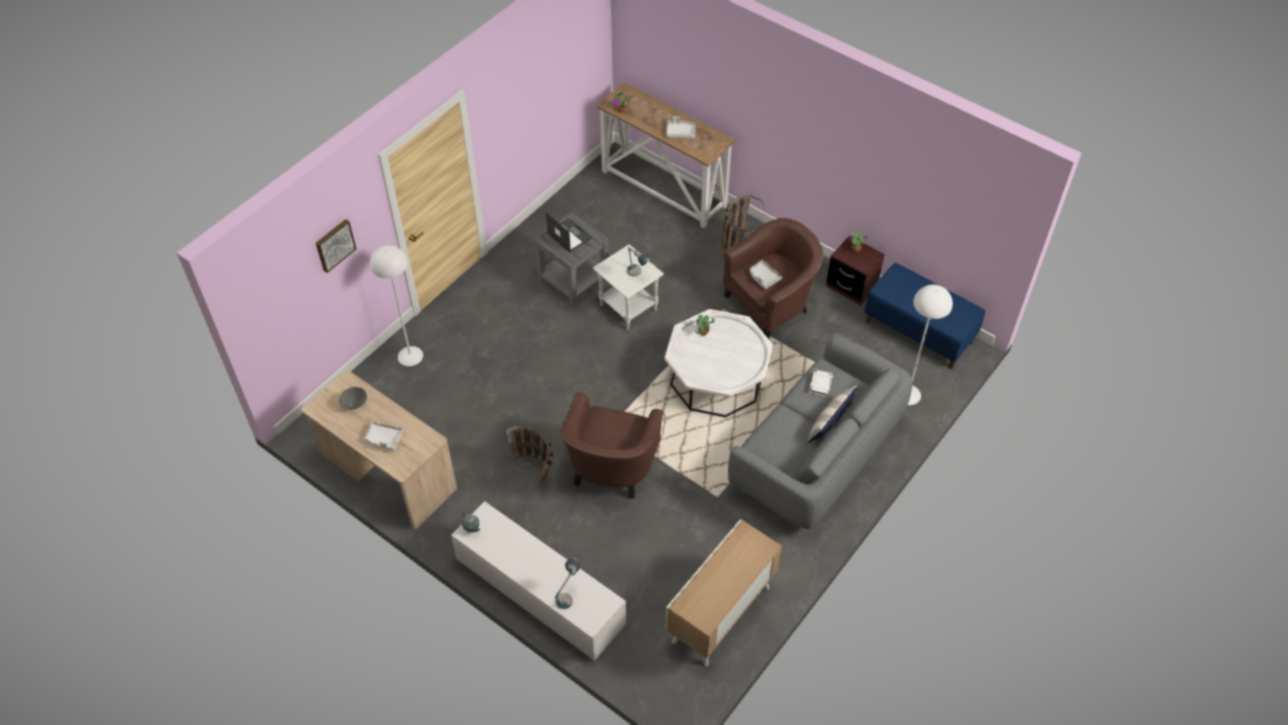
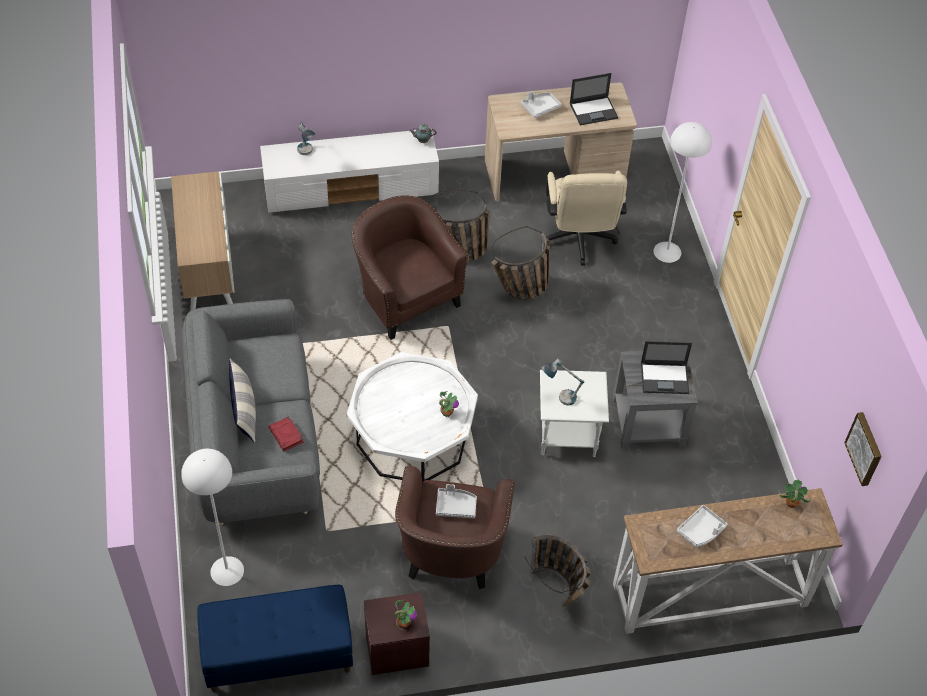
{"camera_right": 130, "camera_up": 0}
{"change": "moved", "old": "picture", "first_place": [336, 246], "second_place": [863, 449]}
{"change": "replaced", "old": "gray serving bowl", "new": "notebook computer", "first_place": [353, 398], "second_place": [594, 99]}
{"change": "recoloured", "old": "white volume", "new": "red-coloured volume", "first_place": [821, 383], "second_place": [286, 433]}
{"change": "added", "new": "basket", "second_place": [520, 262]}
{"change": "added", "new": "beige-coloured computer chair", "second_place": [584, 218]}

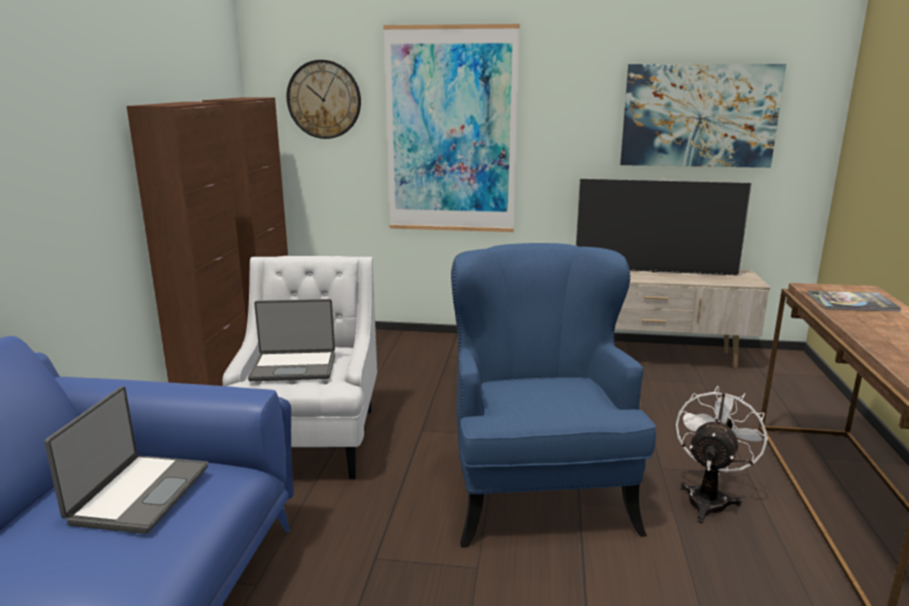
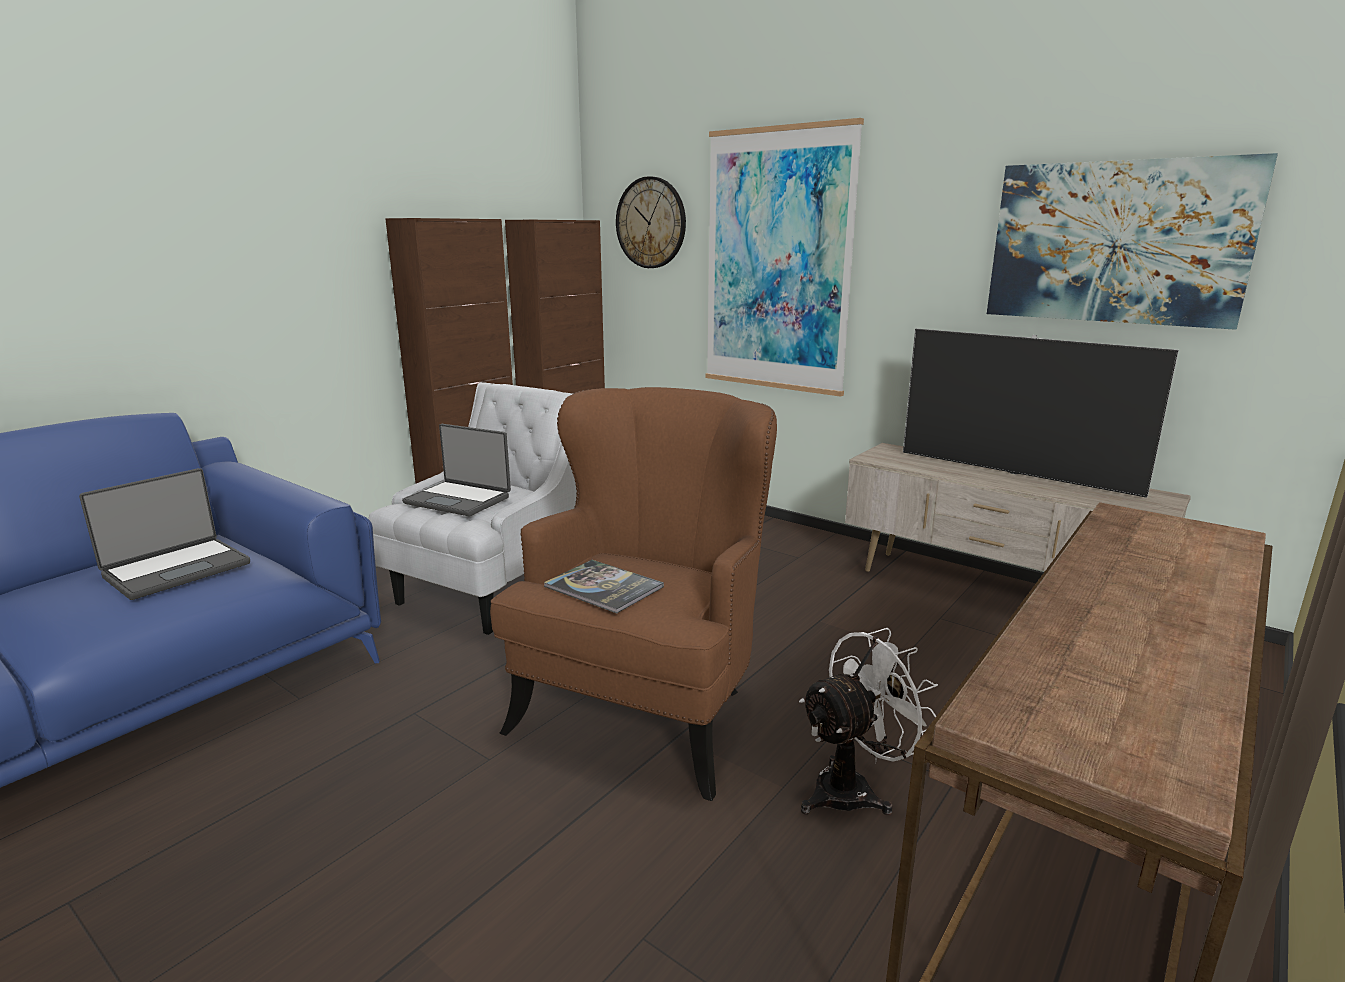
{"camera_right": 30, "camera_up": 0}
{"change": "recoloured", "old": "bluish lounge chair", "new": "brown lounge chair", "first_place": [553, 395], "second_place": [633, 594]}
{"change": "moved", "old": "volume", "first_place": [854, 301], "second_place": [604, 586]}

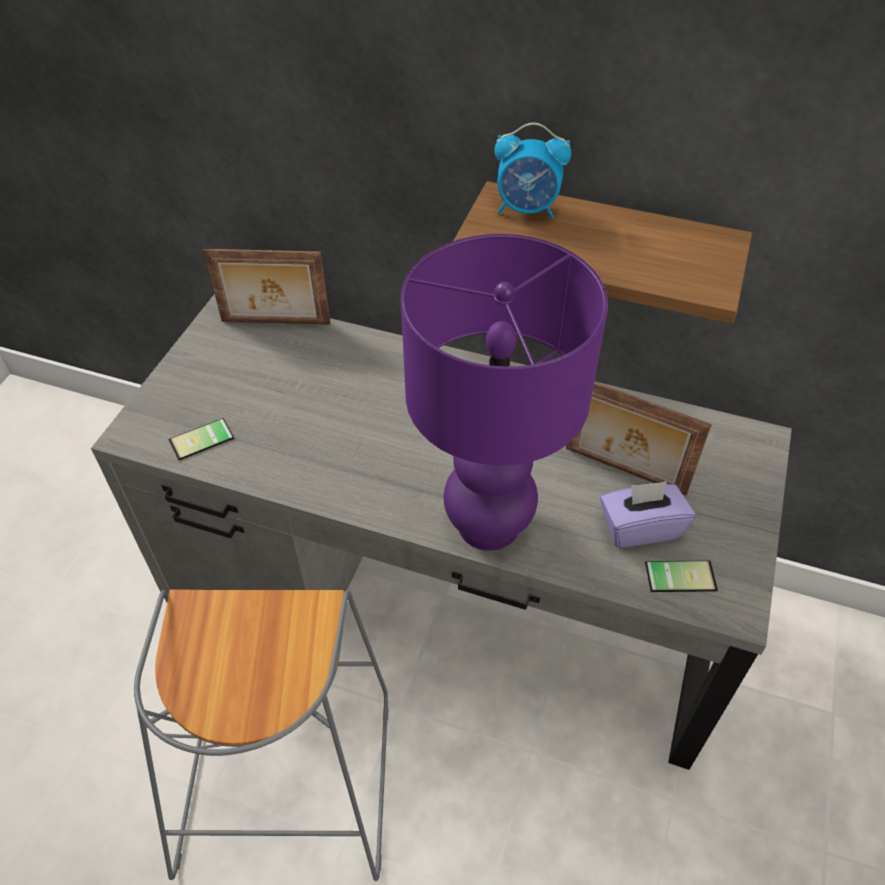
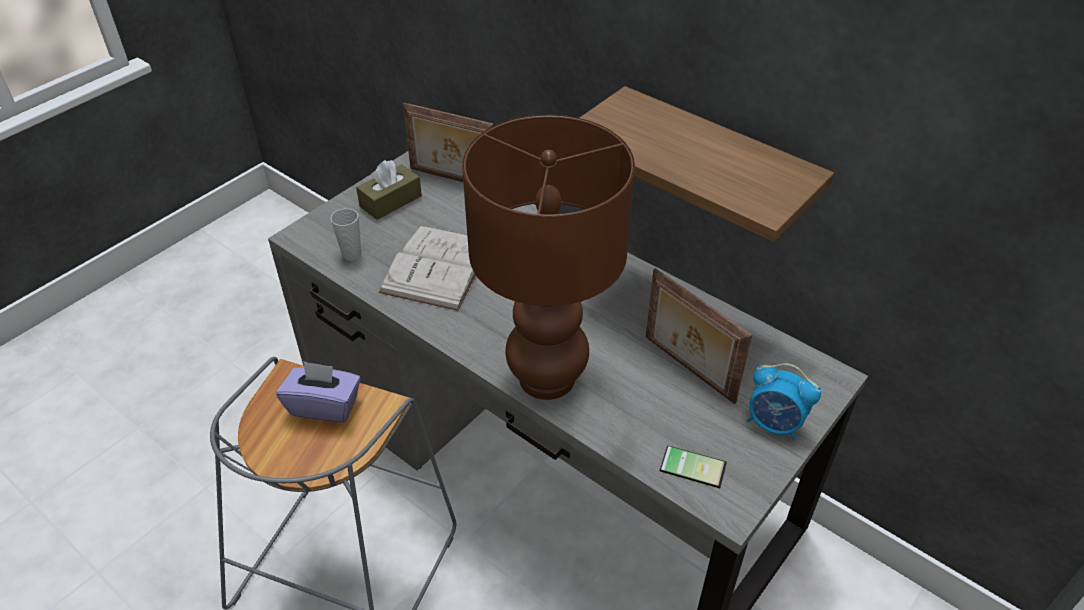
{"camera_right": 20, "camera_up": -5}
{"change": "replaced", "old": "telephone", "new": "drinking cup", "first_place": [201, 439], "second_place": [345, 234]}
{"change": "recoloured", "old": "purple lamp for a table", "new": "brown lamp for a table", "first_place": [504, 392], "second_place": [548, 257]}
{"change": "moved", "old": "bedside clock", "first_place": [533, 170], "second_place": [783, 401]}
{"change": "moved", "old": "purple box of tissues", "first_place": [647, 514], "second_place": [318, 392]}
{"change": "added", "new": "brown box of tissues", "second_place": [389, 190]}
{"change": "added", "new": "white volume", "second_place": [427, 268]}

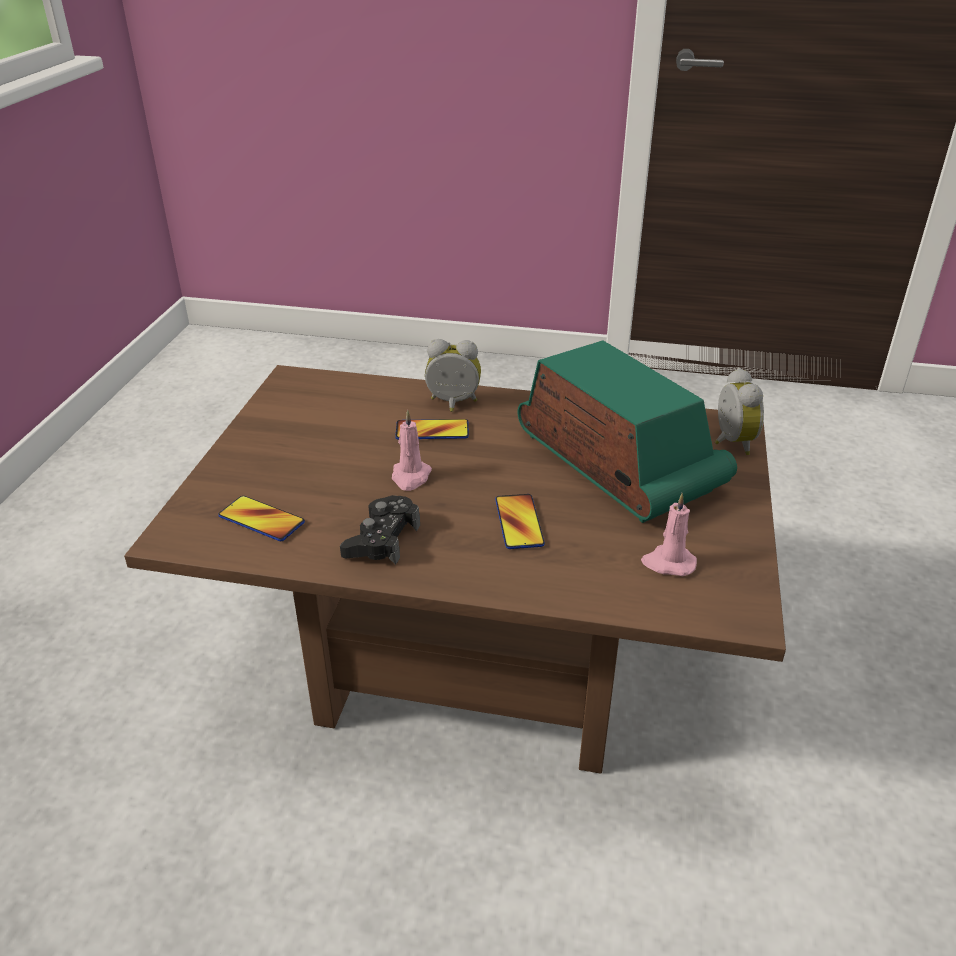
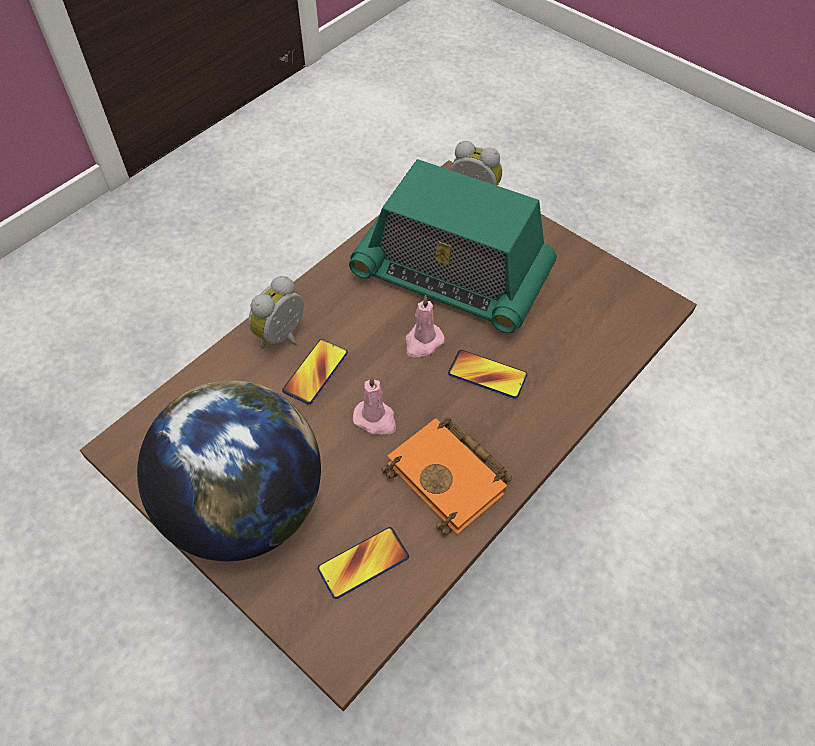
{"camera_right": -60, "camera_up": 20}
{"change": "replaced", "old": "black-coloured joypad", "new": "orange-coloured volume", "first_place": [380, 530], "second_place": [446, 476]}
{"change": "turned", "old": "radio receiver", "first_place": [627, 432], "second_place": [453, 246], "degrees": -150}
{"change": "moved", "old": "pinkish candle", "first_place": [669, 534], "second_place": [425, 326]}
{"change": "added", "new": "world globe", "second_place": [229, 470]}

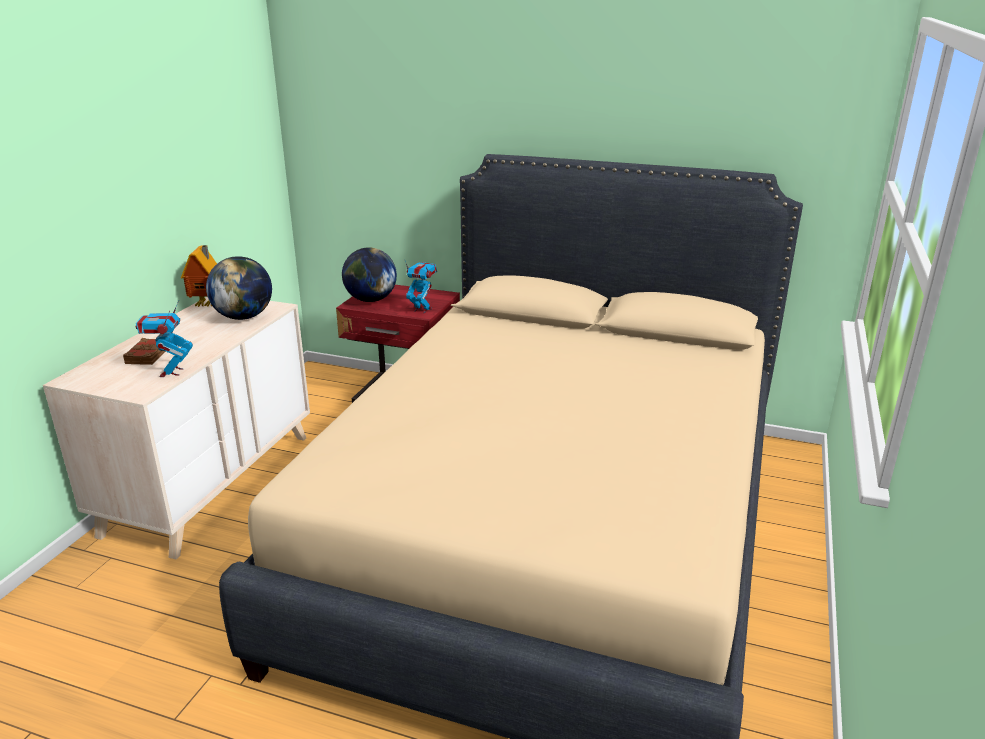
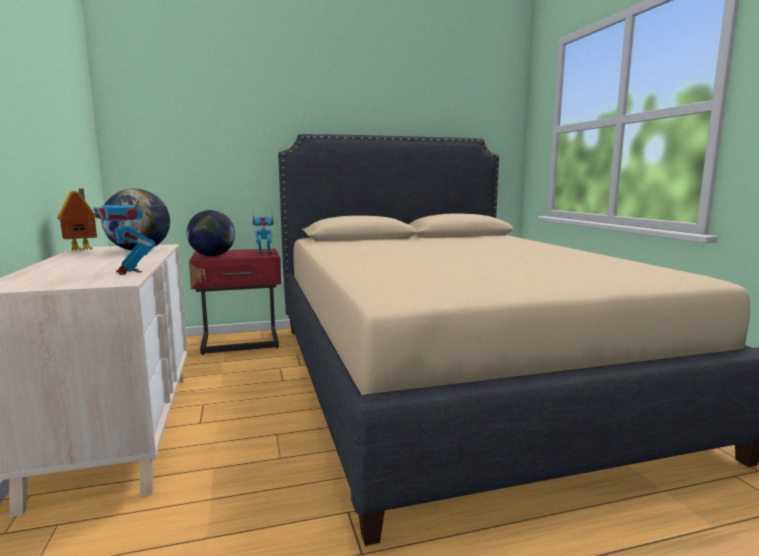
{"camera_right": -35, "camera_up": -15}
{"change": "removed", "old": "brown volume", "first_place": [144, 351]}

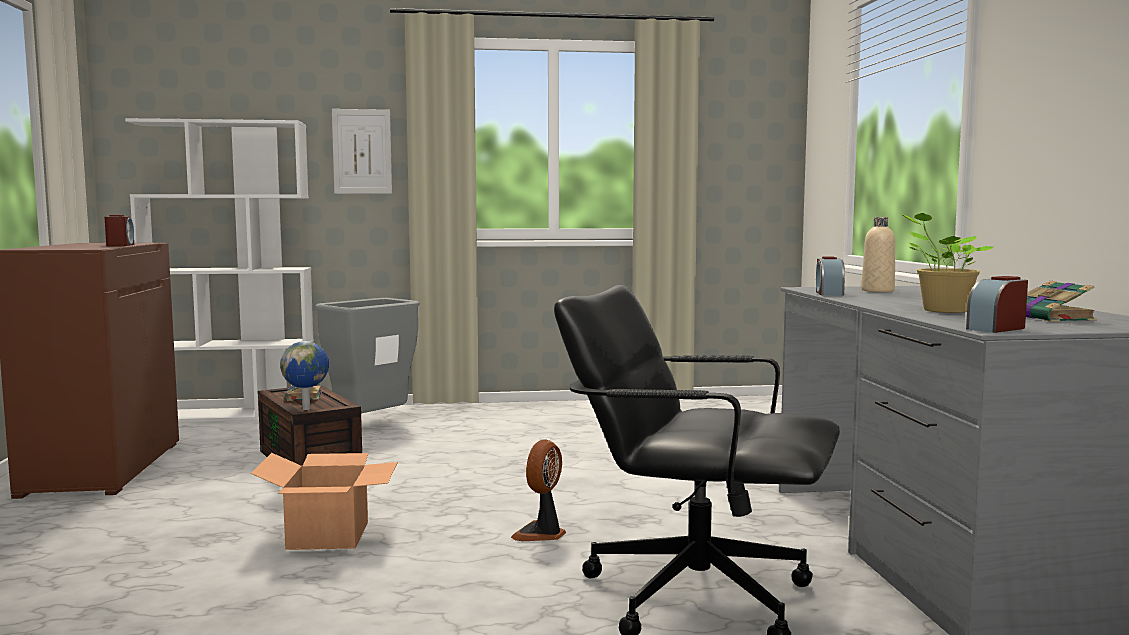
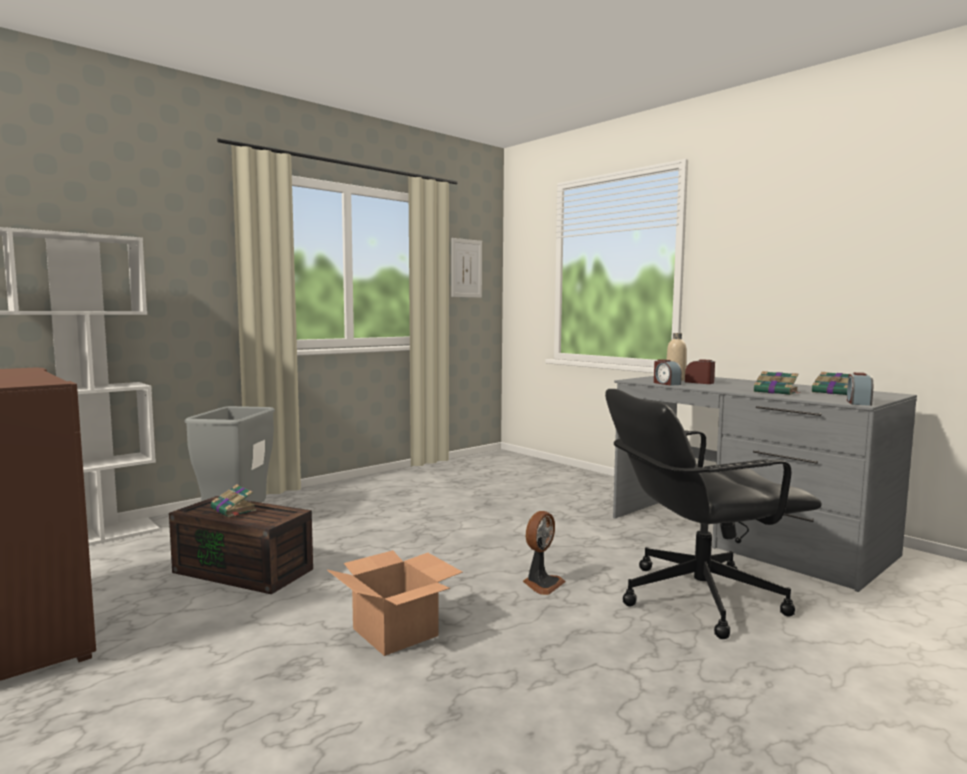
{"camera_right": -35, "camera_up": 0}
{"change": "moved", "old": "bedside clock", "first_place": [119, 230], "second_place": [700, 371]}
{"change": "removed", "old": "world globe", "first_place": [304, 375]}
{"change": "moved", "old": "picture", "first_place": [362, 151], "second_place": [467, 268]}
{"change": "turned", "old": "cooling fan", "first_place": [538, 490], "second_place": [544, 553], "degrees": -135}
{"change": "replaced", "old": "potted plant", "new": "volume", "first_place": [946, 263], "second_place": [777, 383]}

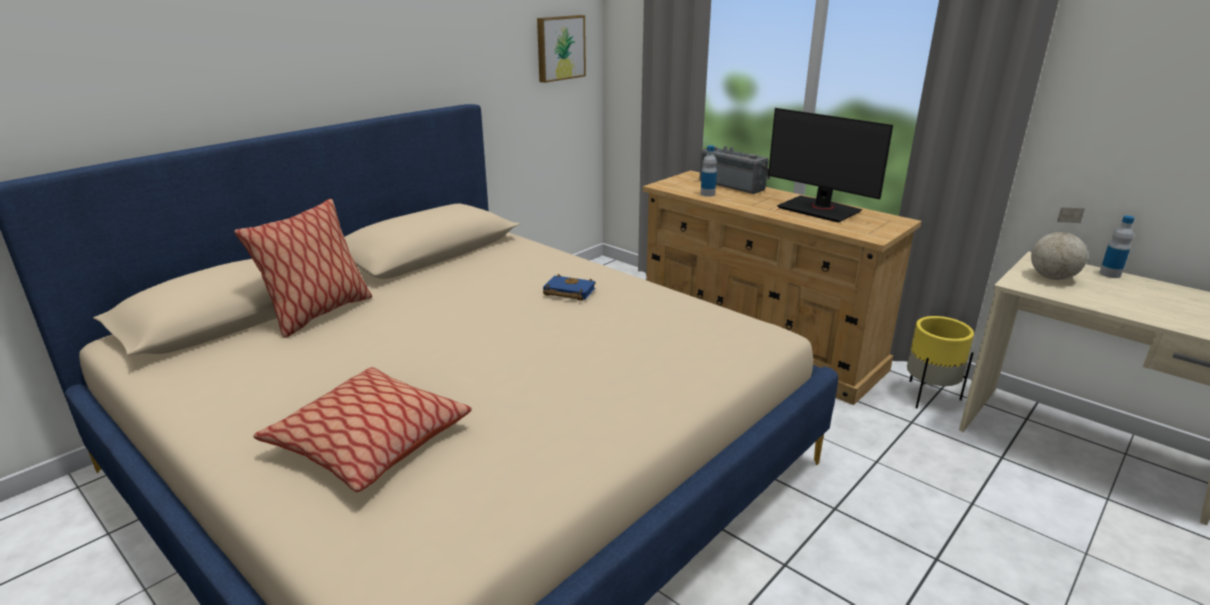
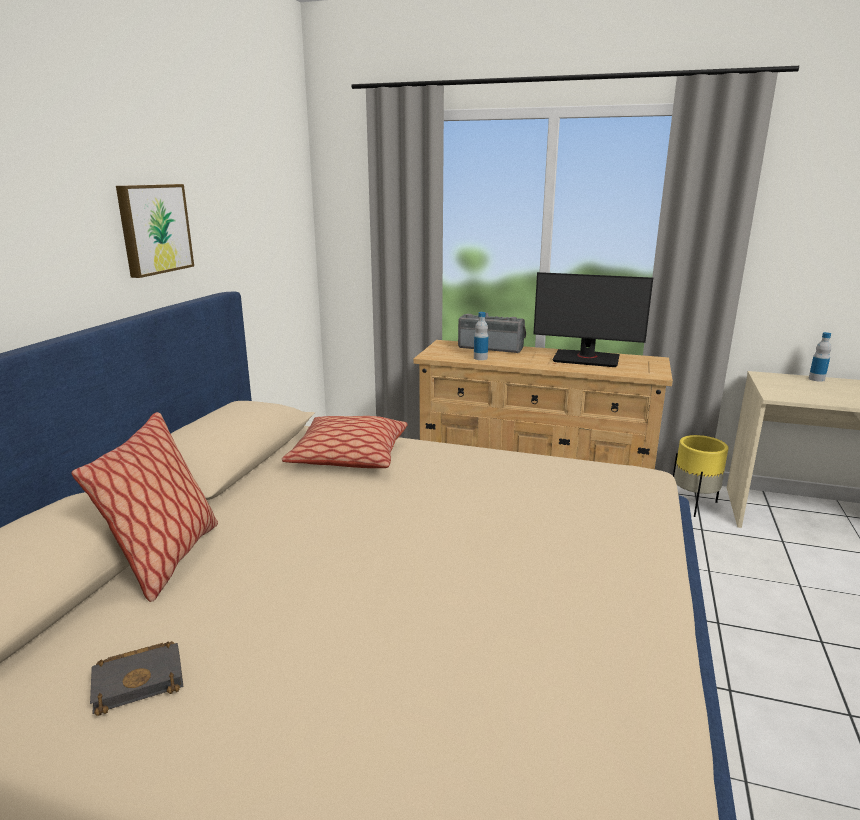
{"camera_right": -25, "camera_up": -5}
{"change": "moved", "old": "cushion", "first_place": [362, 429], "second_place": [345, 442]}
{"change": "moved", "old": "picture", "first_place": [561, 49], "second_place": [155, 231]}
{"change": "removed", "old": "bluish volume", "first_place": [569, 287]}
{"change": "removed", "old": "world globe", "first_place": [1059, 243]}
{"change": "added", "new": "black-coloured volume", "second_place": [137, 678]}

